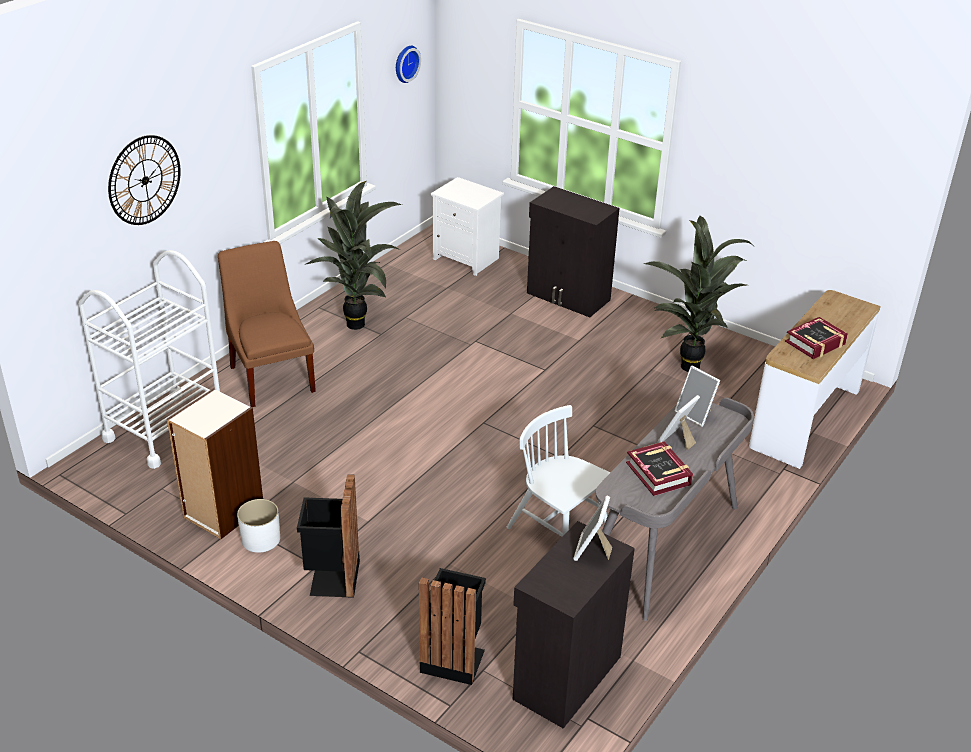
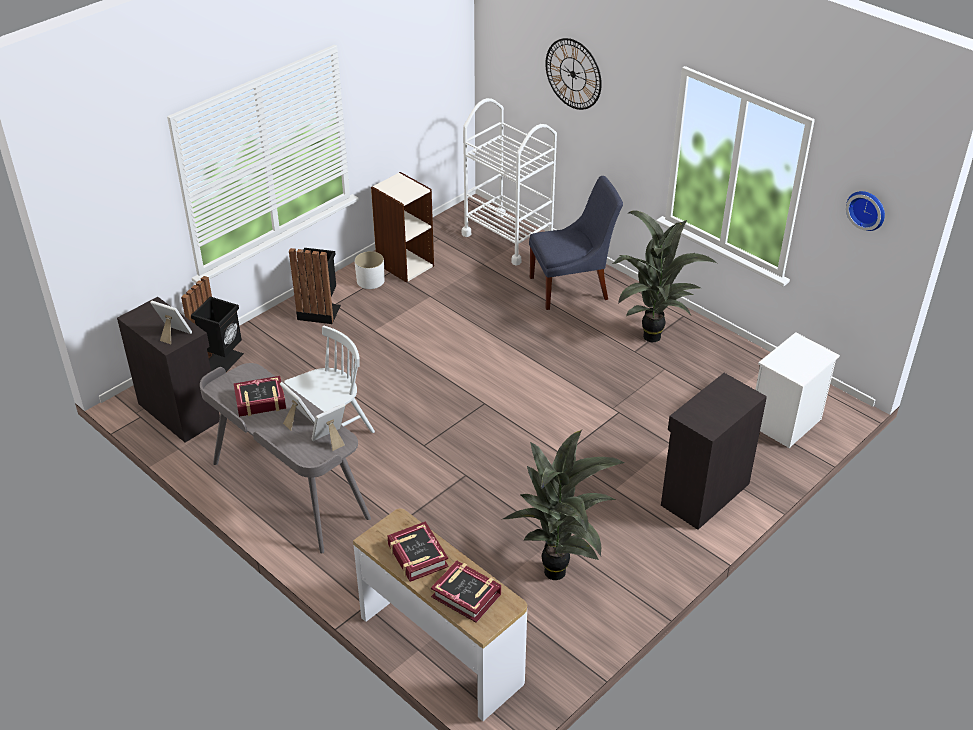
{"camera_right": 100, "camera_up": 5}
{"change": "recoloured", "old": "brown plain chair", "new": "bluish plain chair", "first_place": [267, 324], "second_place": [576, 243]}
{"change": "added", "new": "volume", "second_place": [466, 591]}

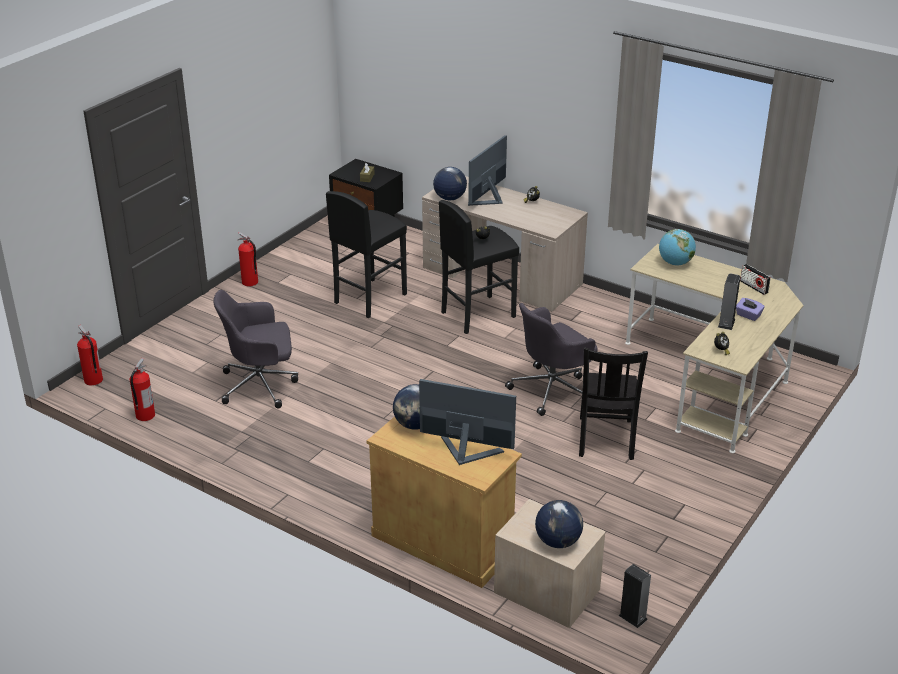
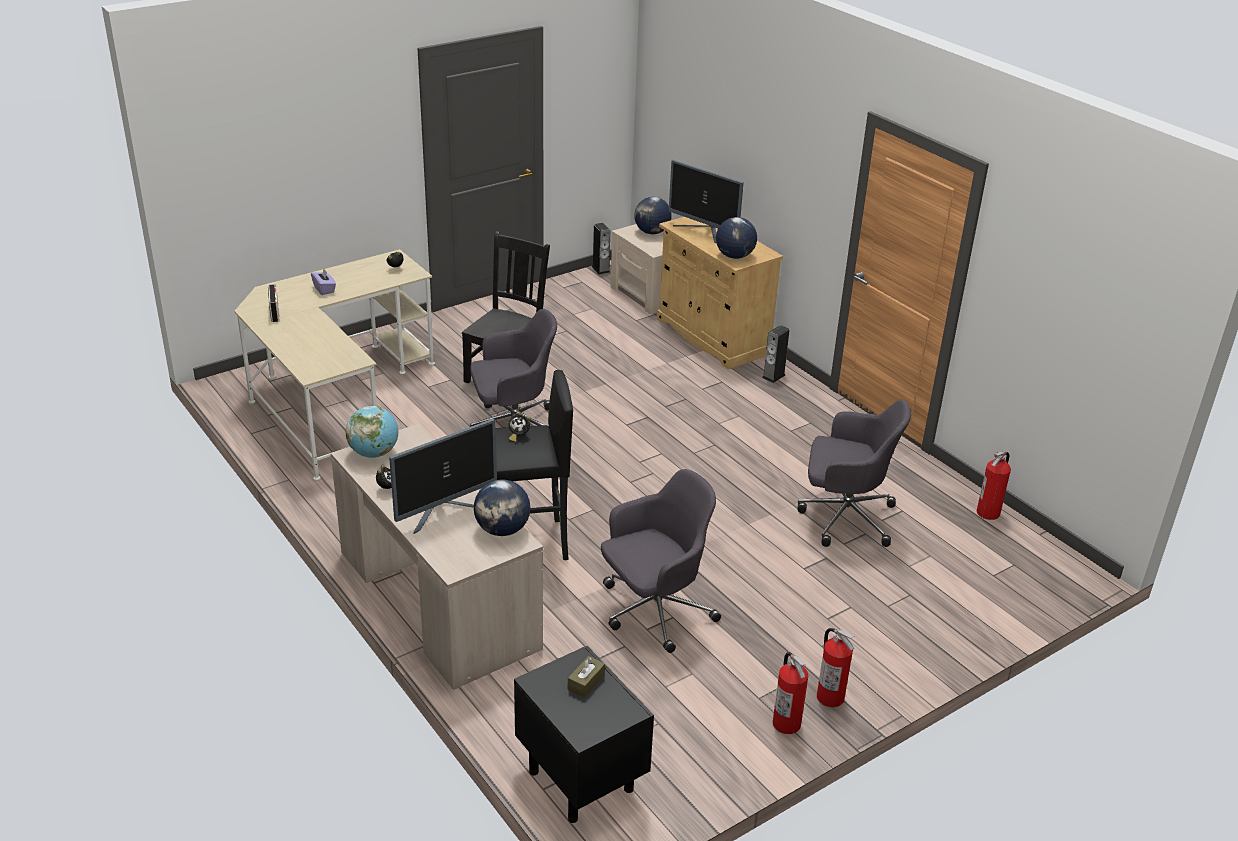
{"camera_right": -160, "camera_up": 0}
{"change": "moved", "old": "fire extinguisher", "first_place": [90, 355], "second_place": [790, 693]}
{"change": "replaced", "old": "black-coloured stool seat", "new": "gray computer chair", "first_place": [366, 254], "second_place": [661, 561]}
{"change": "moved", "old": "world globe", "first_place": [677, 247], "second_place": [372, 432]}
{"change": "moved", "old": "speaker", "first_place": [729, 301], "second_place": [775, 354]}

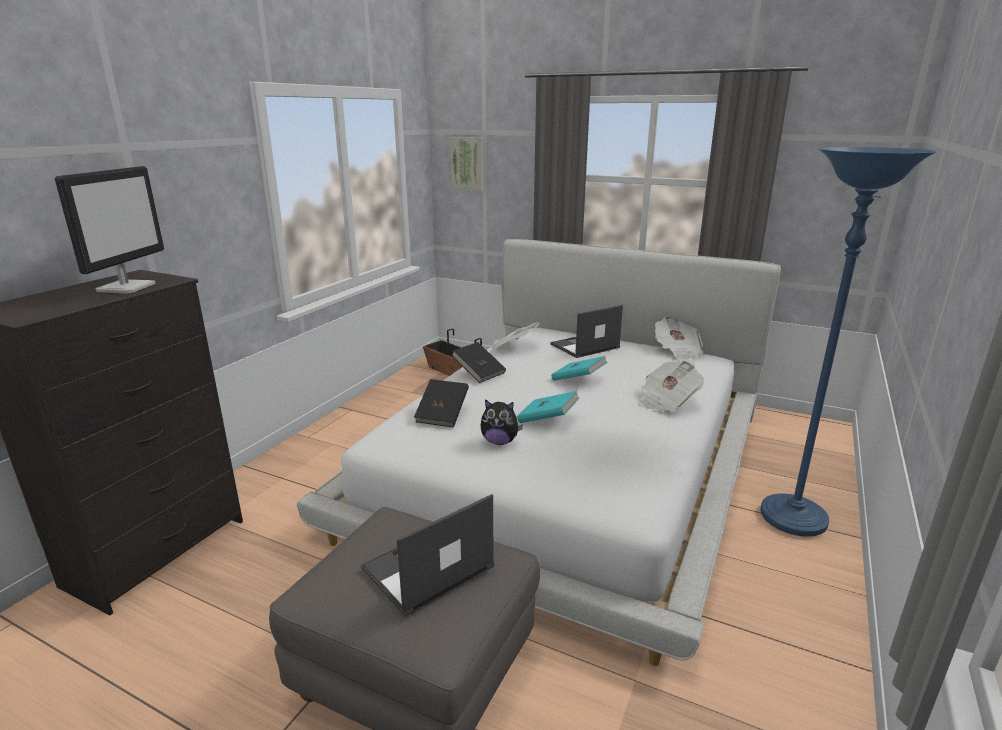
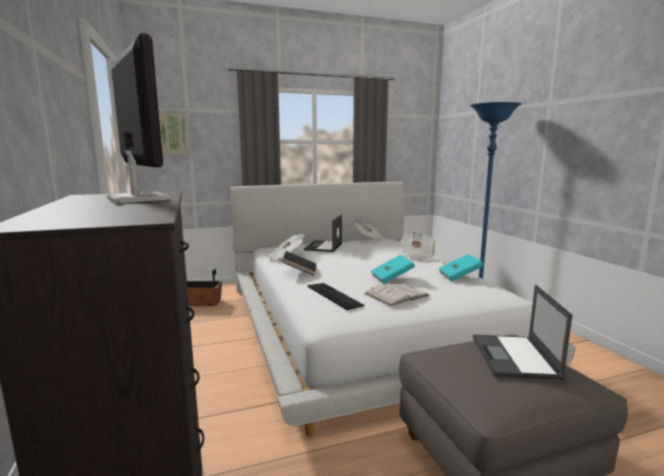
{"camera_right": -45, "camera_up": -10}
{"change": "replaced", "old": "black-coloured volume", "new": "PC keyboard", "first_place": [441, 403], "second_place": [336, 296]}
{"change": "replaced", "old": "cuddly toy", "new": "white volume", "first_place": [502, 422], "second_place": [397, 294]}
{"change": "moved", "old": "blue-green volume", "first_place": [579, 368], "second_place": [460, 267]}

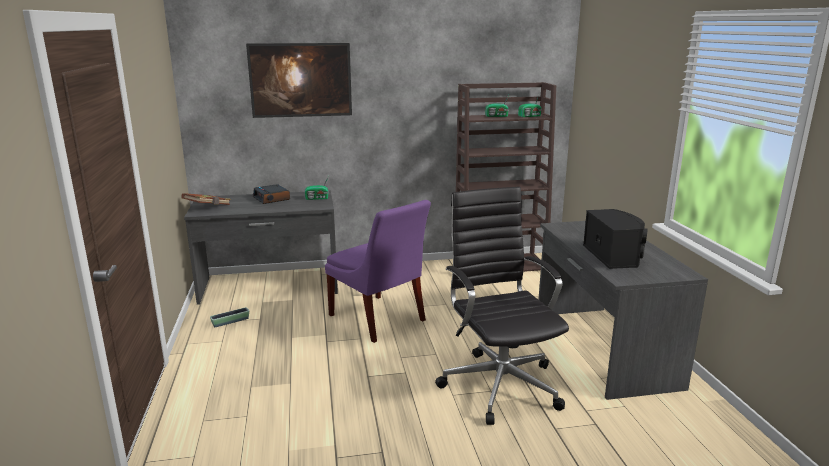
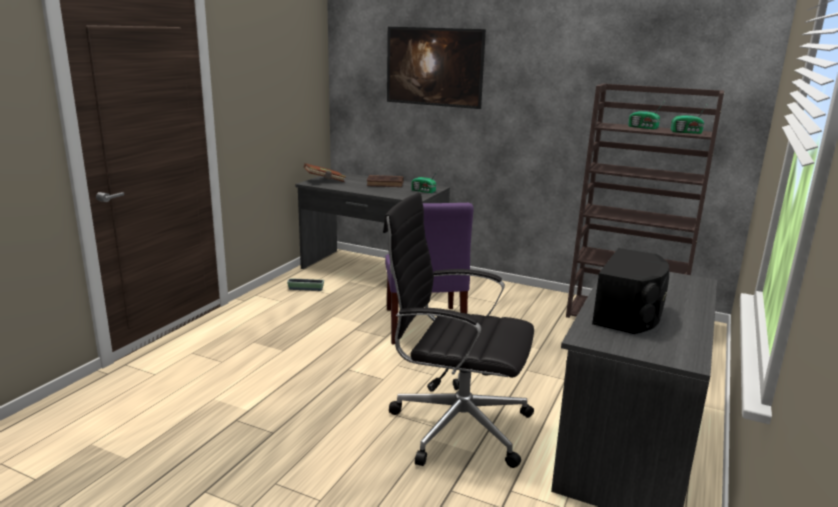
{"camera_right": 35, "camera_up": 0}
{"change": "replaced", "old": "bedside clock", "new": "brown volume", "first_place": [271, 194], "second_place": [385, 181]}
{"change": "turned", "old": "black-coloured computer chair", "first_place": [502, 306], "second_place": [458, 330], "degrees": -90}

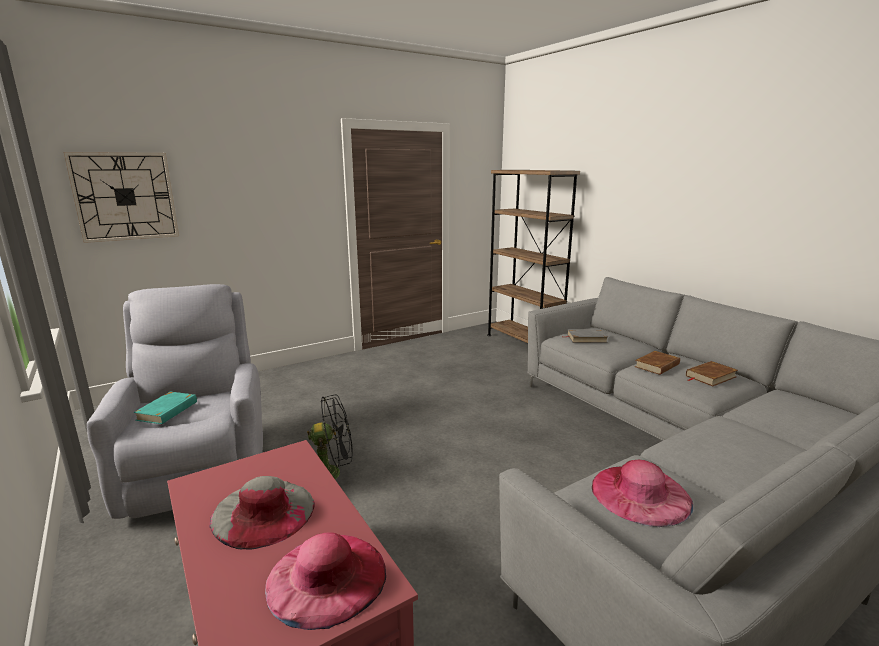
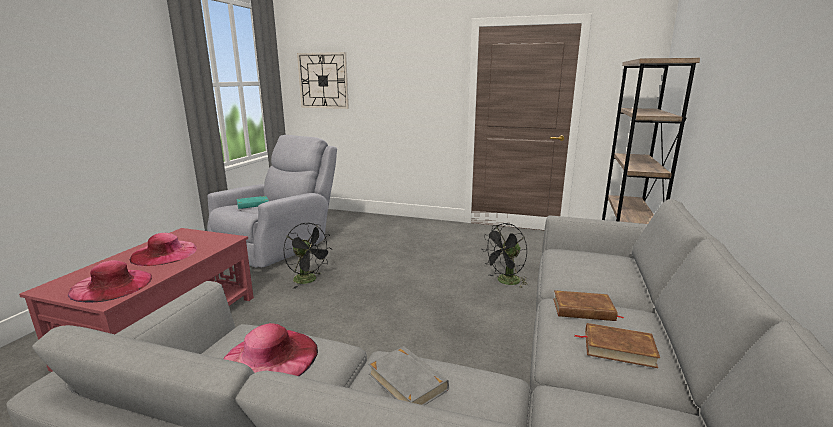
{"camera_right": 50, "camera_up": 0}
{"change": "recoloured", "old": "gray hat", "new": "pinkish hat", "first_place": [262, 513], "second_place": [163, 249]}
{"change": "moved", "old": "gray volume", "first_place": [587, 336], "second_place": [408, 375]}
{"change": "added", "new": "black-coloured cooling fan", "second_place": [505, 255]}

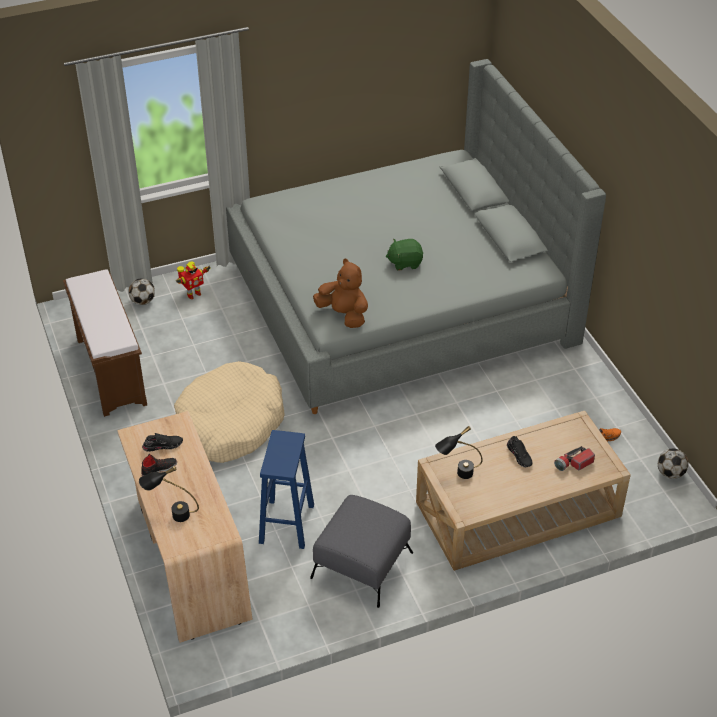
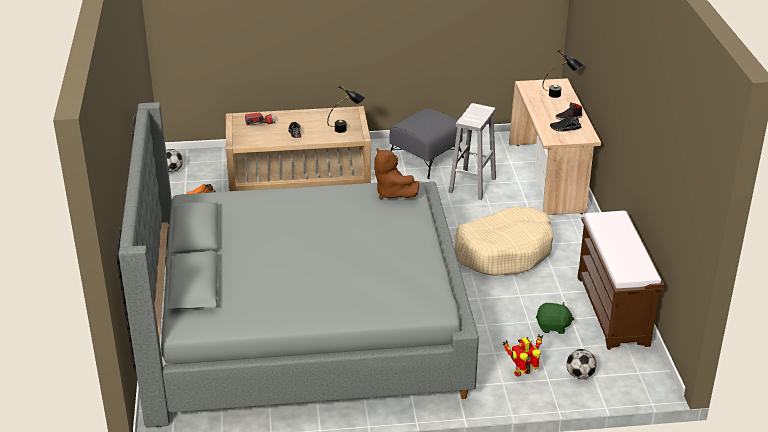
{"camera_right": -165, "camera_up": -10}
{"change": "recoloured", "old": "bluish stool seat", "new": "white stool seat", "first_place": [286, 489], "second_place": [472, 151]}
{"change": "moved", "old": "green-coloured cuddly toy", "first_place": [404, 255], "second_place": [555, 318]}

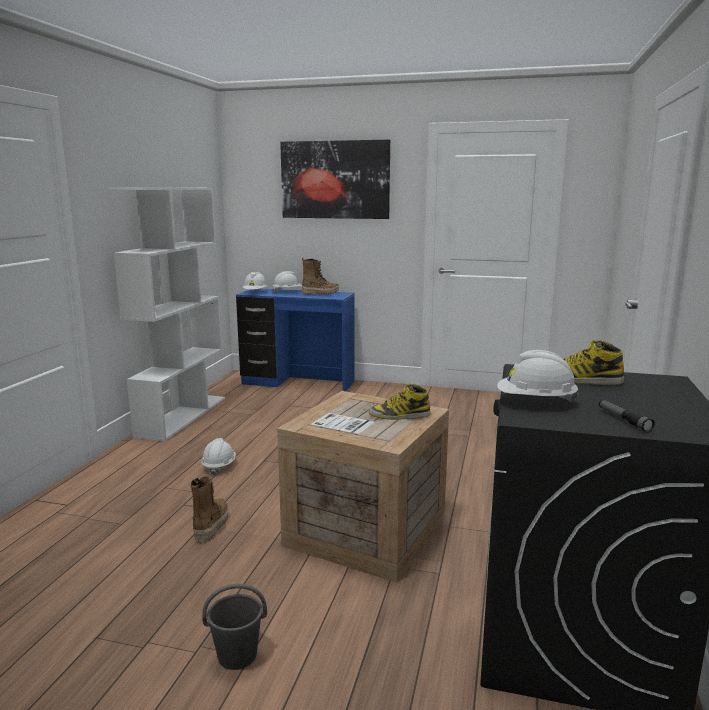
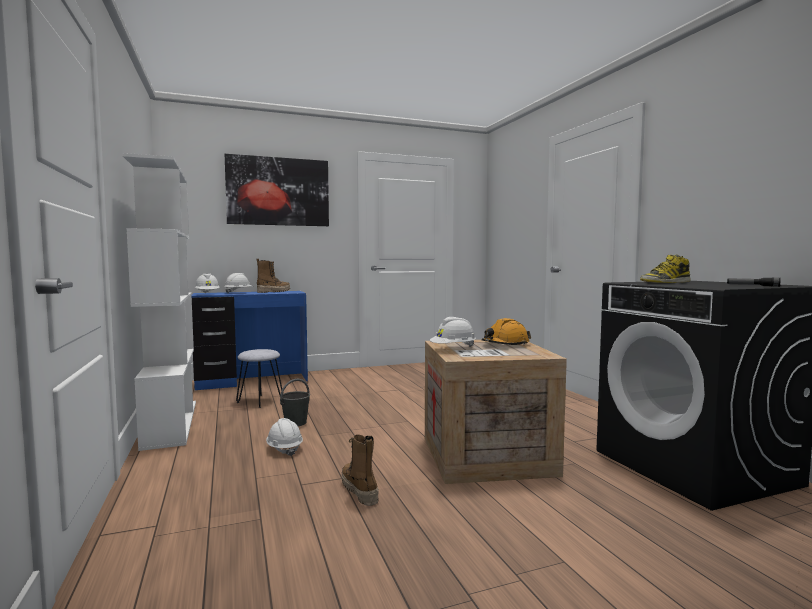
{"camera_right": -35, "camera_up": -10}
{"change": "moved", "old": "gray bucket", "first_place": [234, 627], "second_place": [295, 402]}
{"change": "replaced", "old": "tall boot", "new": "orange-coloured safety helmet", "first_place": [400, 401], "second_place": [506, 332]}
{"change": "moved", "old": "white safety helmet", "first_place": [537, 376], "second_place": [453, 332]}
{"change": "added", "new": "gray stool seat", "second_place": [259, 378]}

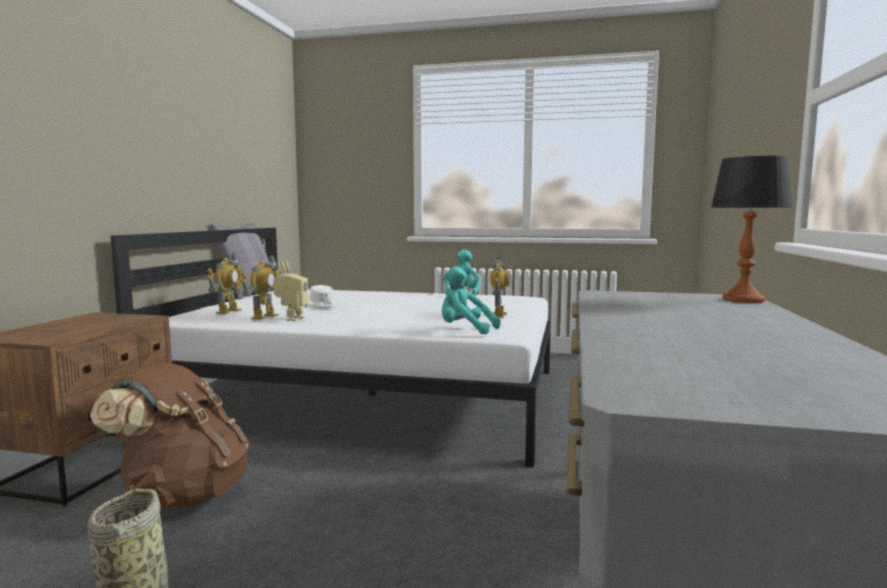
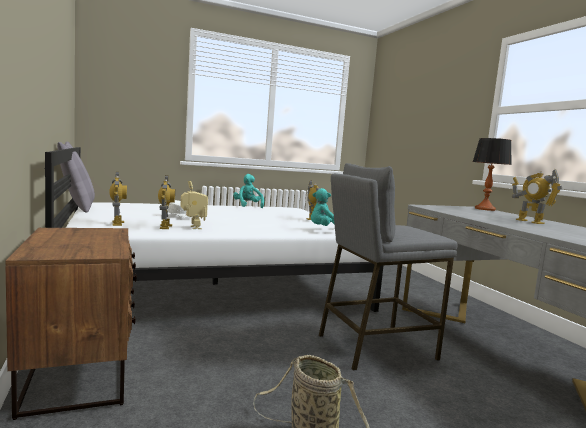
{"camera_right": -35, "camera_up": 0}
{"change": "removed", "old": "brown backpack", "first_place": [170, 436]}
{"change": "added", "new": "gray stool seat", "second_place": [388, 267]}
{"change": "added", "new": "model robot", "second_place": [537, 196]}

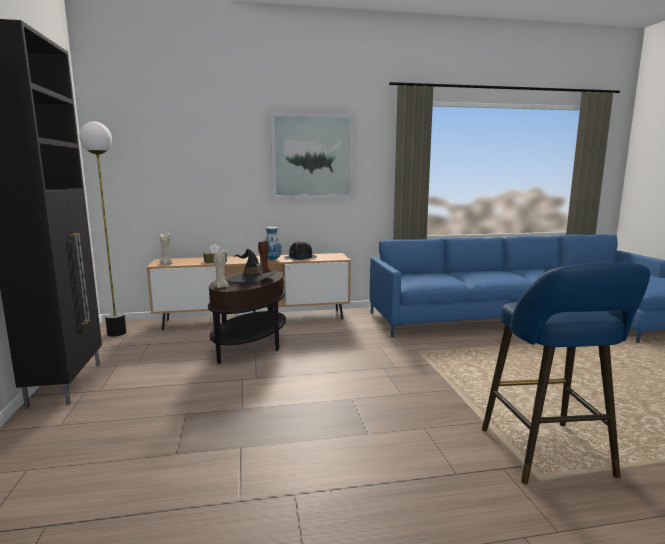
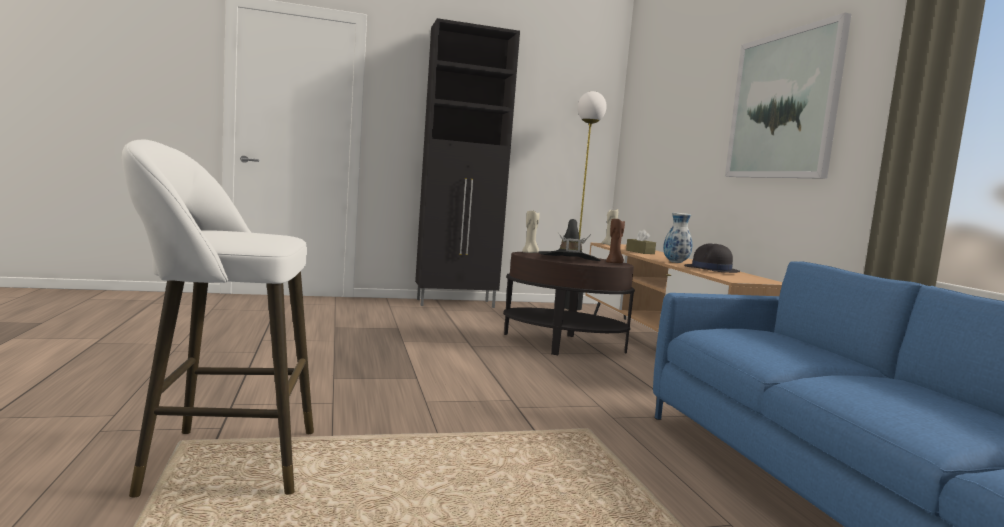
{"camera_right": 85, "camera_up": -5}
{"change": "recoloured", "old": "bluish stool seat", "new": "white stool seat", "first_place": [566, 373], "second_place": [218, 318]}

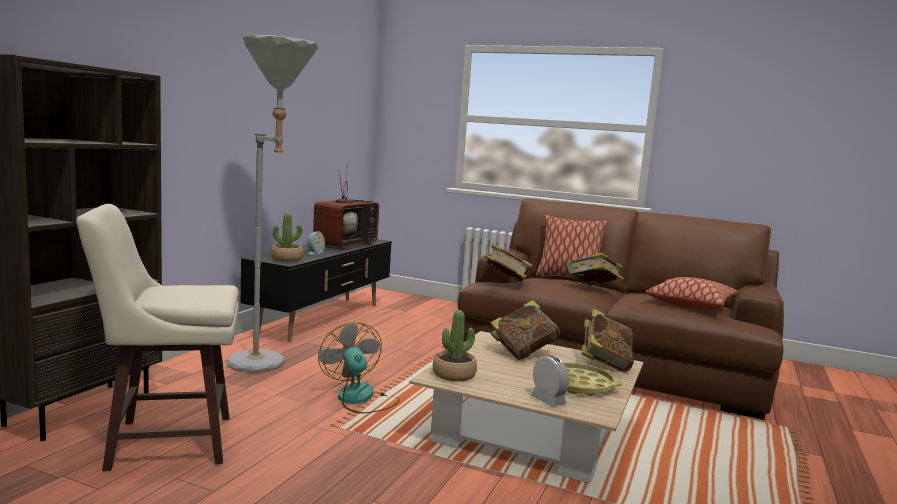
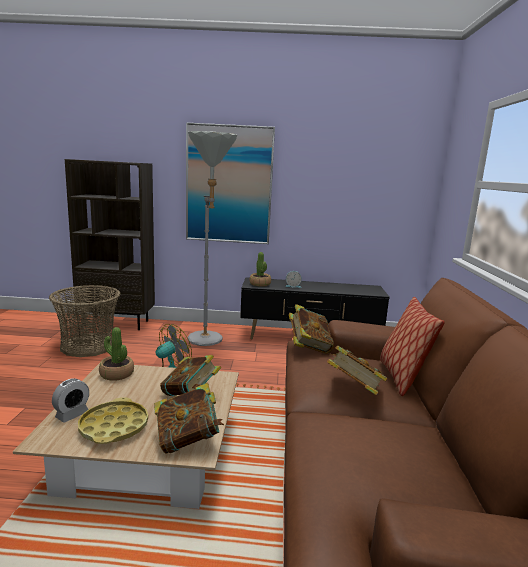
{"camera_right": 70, "camera_up": 5}
{"change": "replaced", "old": "beige-coloured stool seat", "new": "basket", "first_place": [157, 337], "second_place": [84, 321]}
{"change": "removed", "old": "TV", "first_place": [346, 206]}
{"change": "removed", "old": "cushion", "first_place": [692, 293]}
{"change": "added", "new": "picture", "second_place": [230, 183]}

